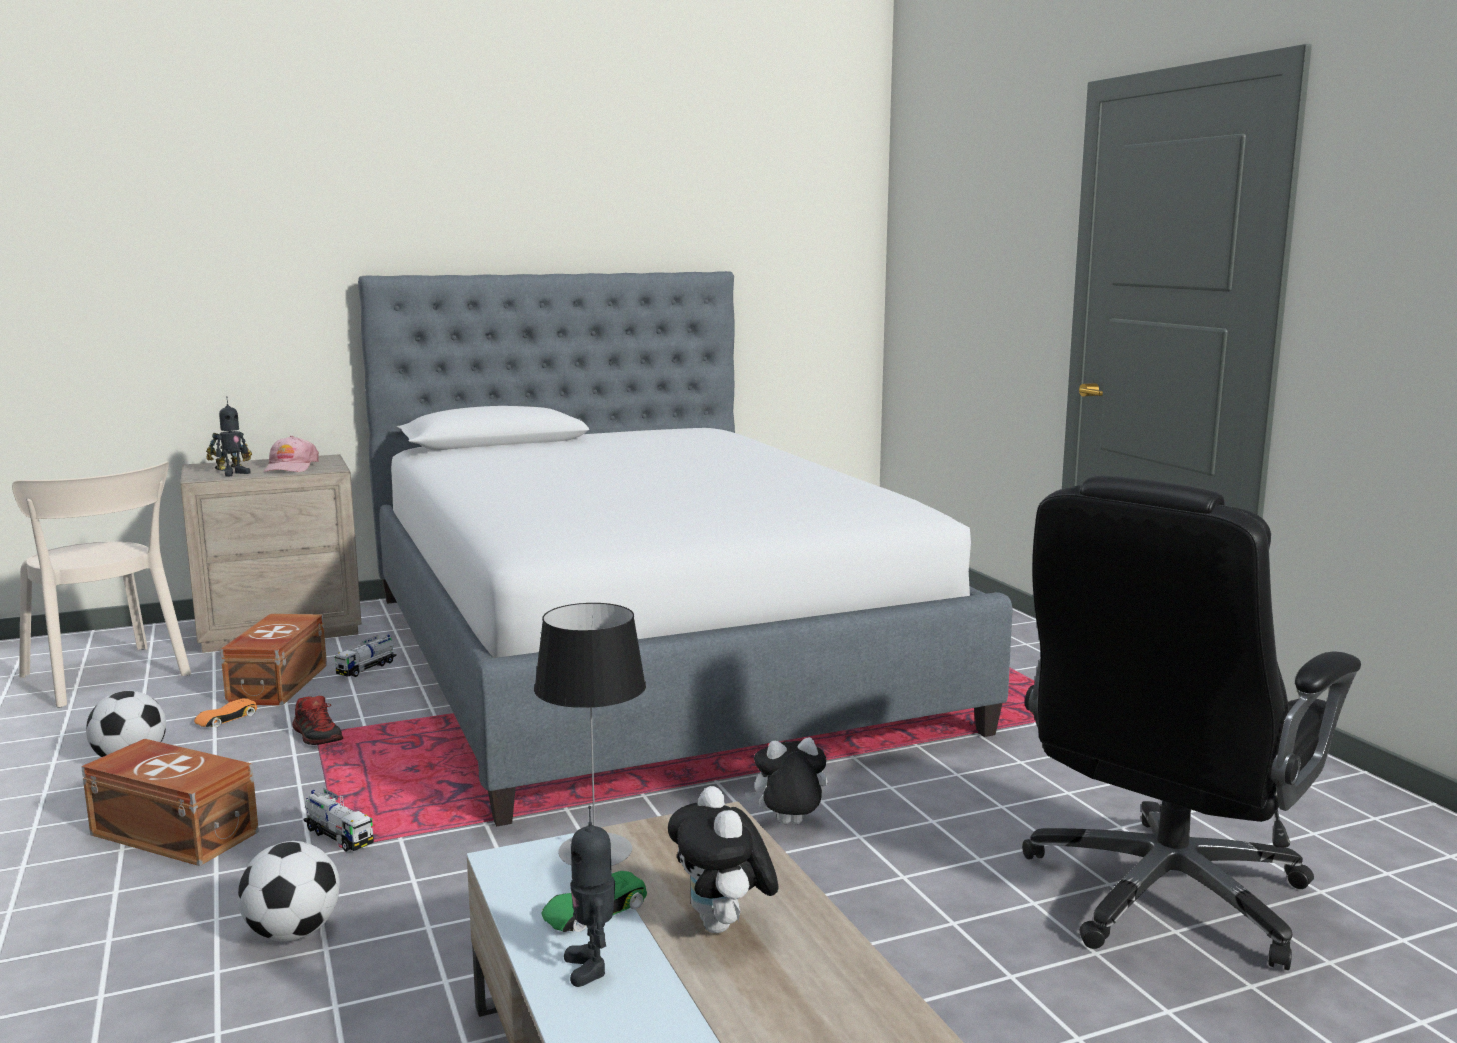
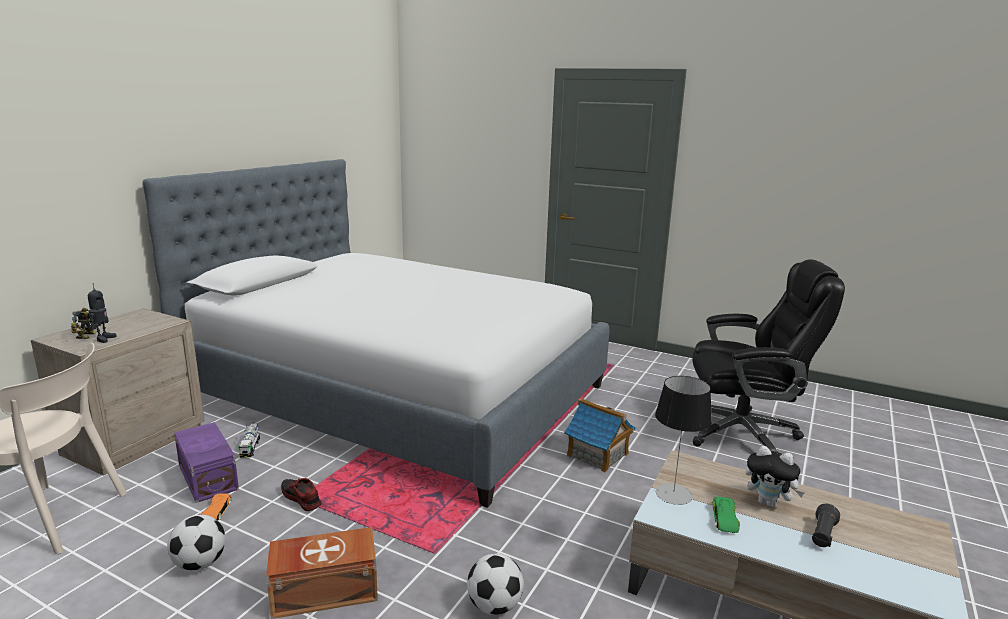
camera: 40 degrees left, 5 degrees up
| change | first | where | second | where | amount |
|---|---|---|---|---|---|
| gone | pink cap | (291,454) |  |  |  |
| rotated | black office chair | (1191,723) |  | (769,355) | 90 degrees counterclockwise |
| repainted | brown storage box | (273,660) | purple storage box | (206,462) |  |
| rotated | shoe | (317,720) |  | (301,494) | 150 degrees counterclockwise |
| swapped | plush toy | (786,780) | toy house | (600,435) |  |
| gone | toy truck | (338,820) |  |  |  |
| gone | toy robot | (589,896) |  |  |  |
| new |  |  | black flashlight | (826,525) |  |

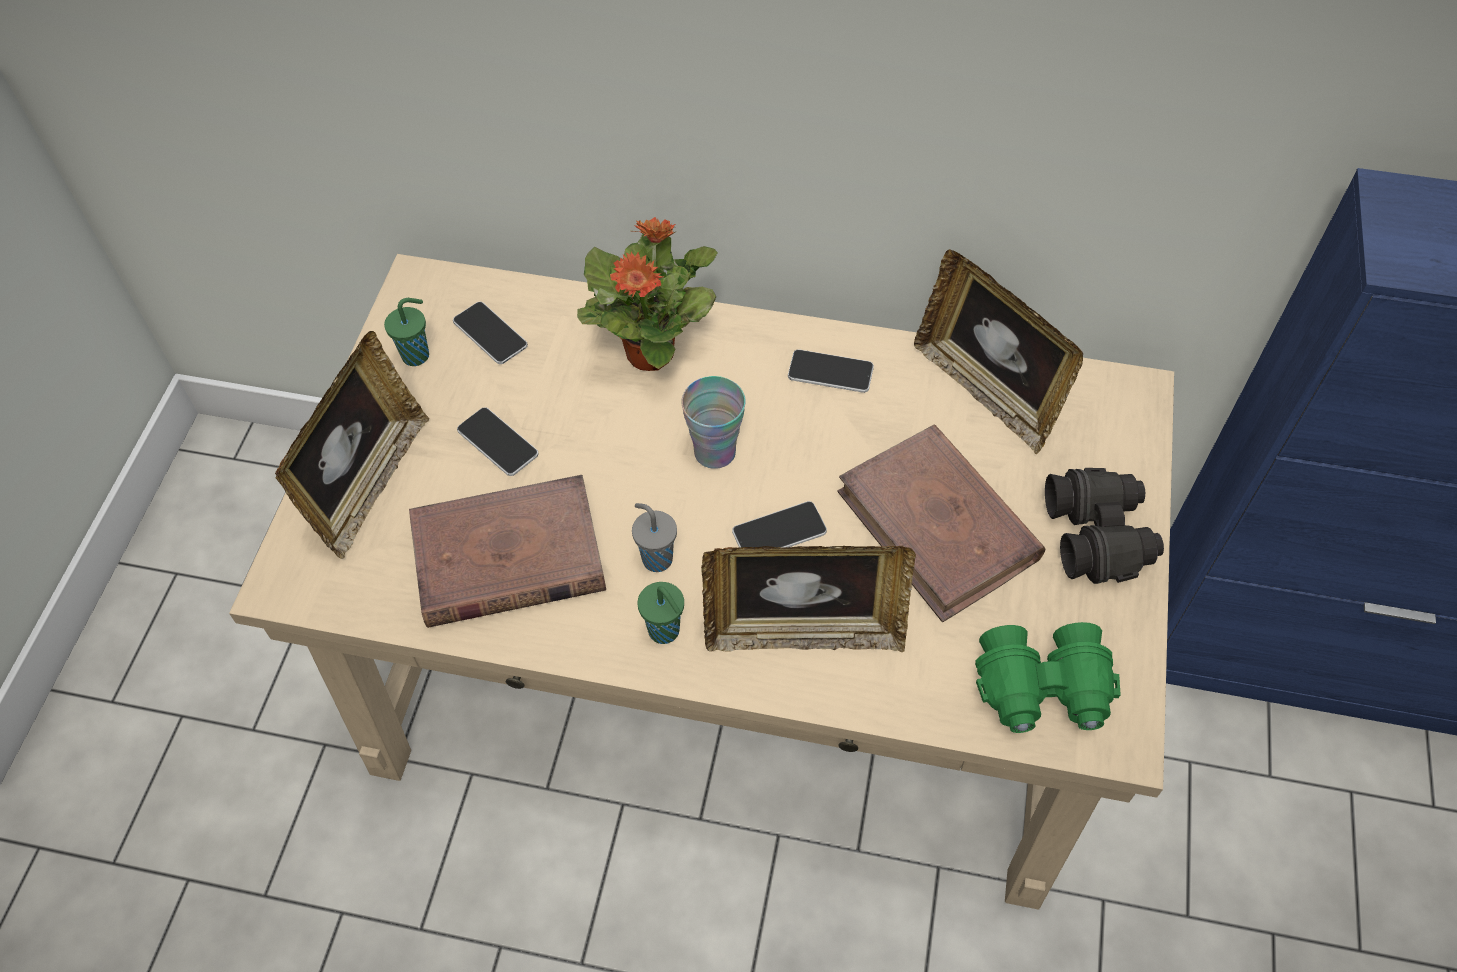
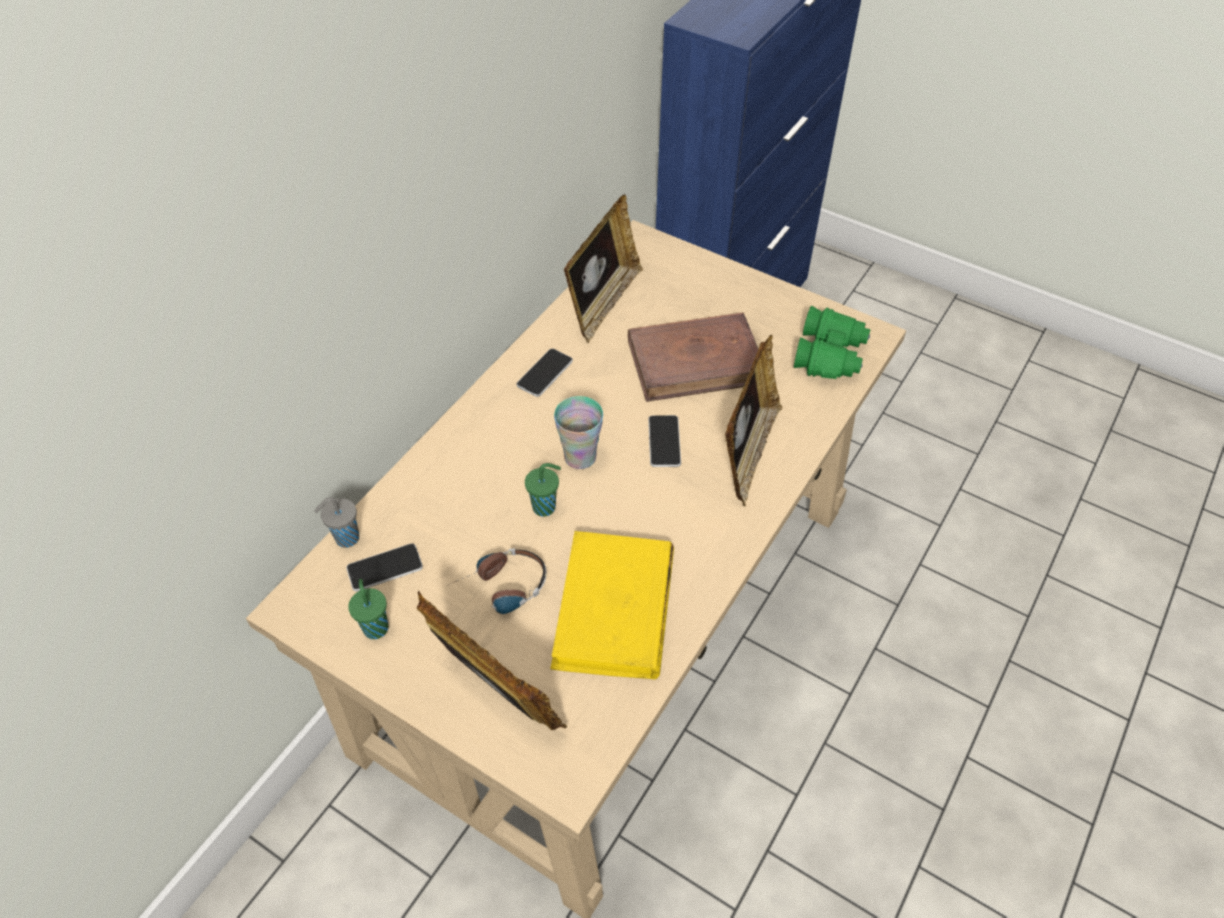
camera: 70 degrees left, 5 degrees down
| change | first | where | second | where | amount |
|---|---|---|---|---|---|
| gone | potted plant | (647,294) |  |  |  |
| rotated | picture frame | (998,351) |  | (603,268) | 45 degrees counterclockwise |
| swapped | phone | (497,441) | headphones | (497,581) |  |
| gone | black binoculars | (1104,526) |  |  |  |
| repainted | brown book | (507,551) | yellow book | (612,605) |  |
| shifted | grey cup | (654,537) |  | (336,522) |  |
| shifted | green cup | (661,613) |  | (543,490) |  |

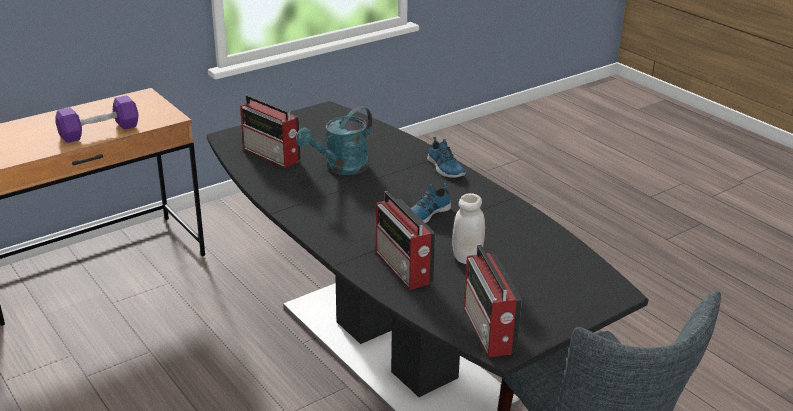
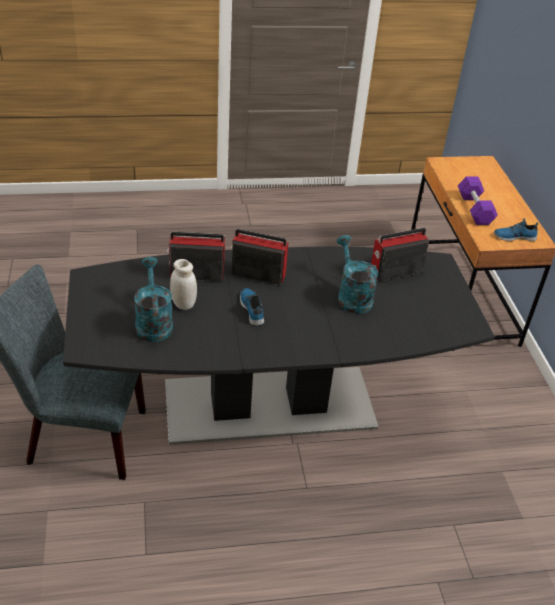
camera: 115 degrees right, 10 degrees up
| change | first | where | second | where | amount |
|---|---|---|---|---|---|
| shifted | shoe | (446,157) |  | (516,229) |  |
| shifted | radio | (493,301) |  | (259,257) |  |
| new |  |  | turquoise watering can | (153,299) |  |

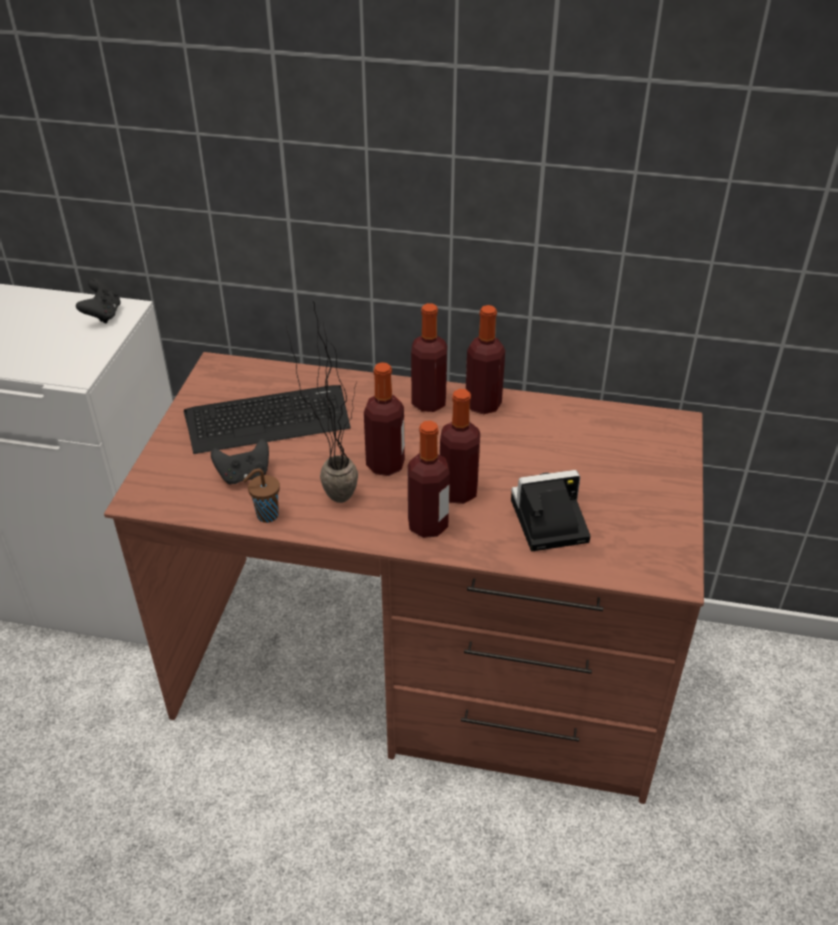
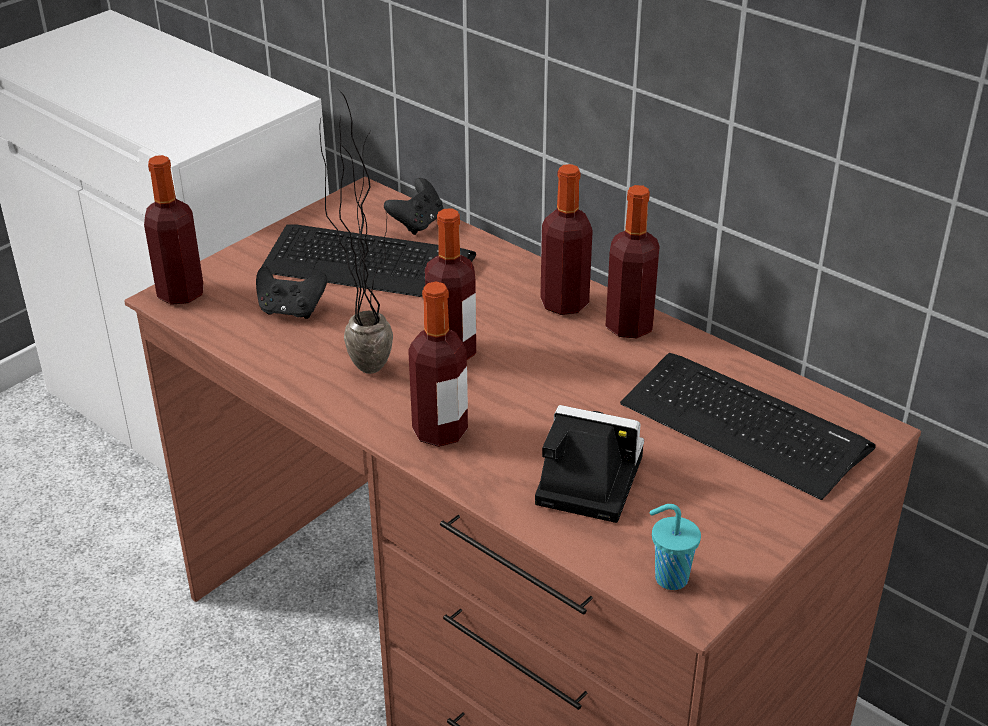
camera: 30 degrees right, 5 degrees down
| change | first | where | second | where | amount |
|---|---|---|---|---|---|
| shifted | black game controller | (98,300) |  | (413,206) |  |
| shifted | bottle | (460,446) |  | (173,230) |  |
| gone | brown cup | (261,495) |  |  |  |
| new |  |  | keyboard | (748,426) |  |
| new |  |  | turquoise cup | (675,547) |  |

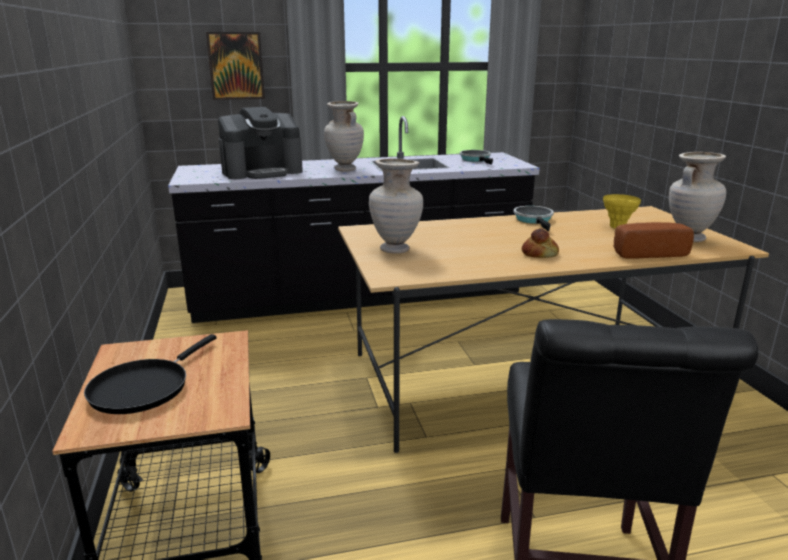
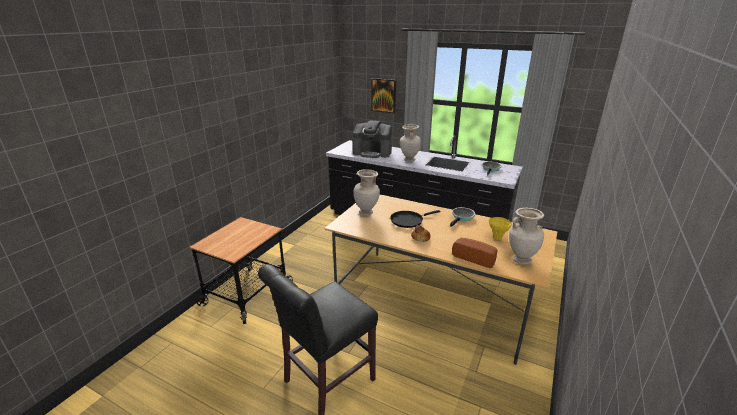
camera: 40 degrees right, 5 degrees up
| change | first | where | second | where | amount |
|---|---|---|---|---|---|
| shifted | black frying pan | (150,374) |  | (415,219) |  |

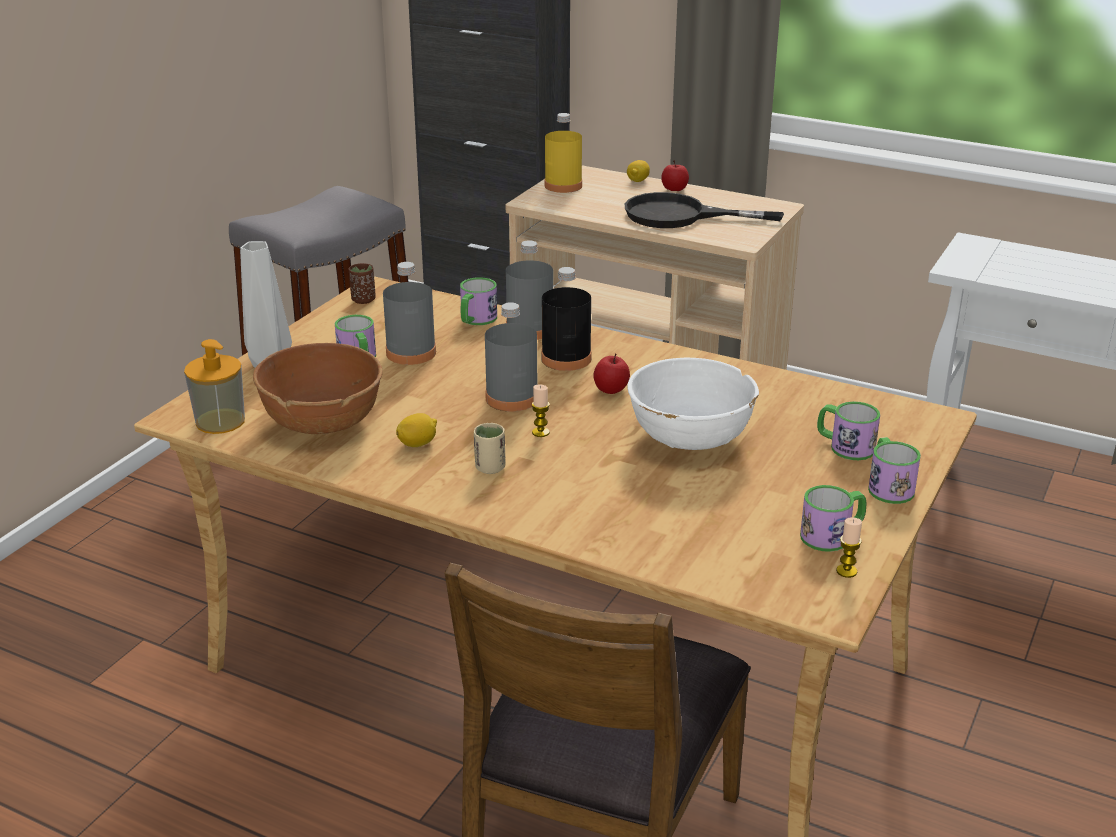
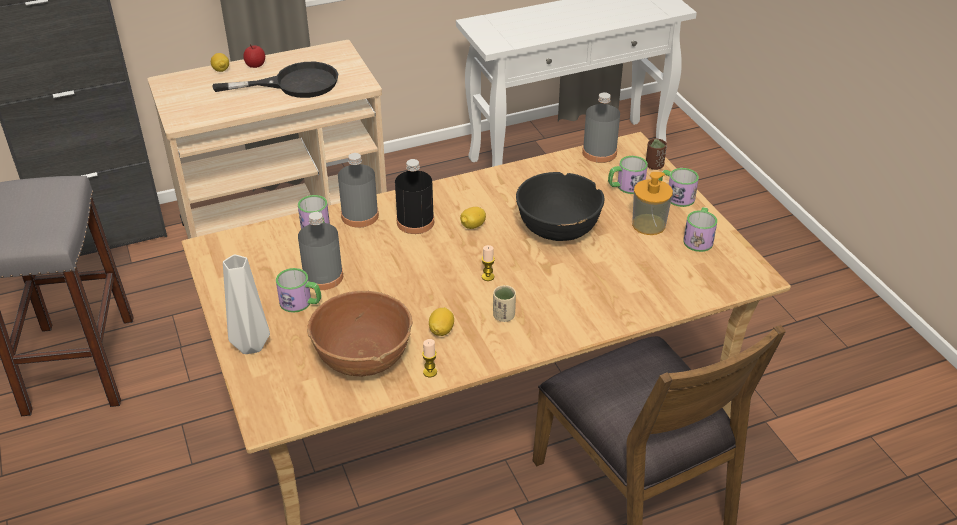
camera: 50 degrees left, 10 degrees up
| change | first | where | second | where | amount |
|---|---|---|---|---|---|
| gone | yellow bottle | (563,153) |  |  |  |
| rotated | black frying pan | (704,210) |  | (275,80) | 150 degrees counterclockwise |
| shifted | brown cup | (362,283) |  | (656,154) |  |
| shifted | grey bottle | (511,357) |  | (601,127) |  |
| shifted | soap dispenser | (214,386) |  | (652,203) |  |
| swapped | apple | (611,373) | lemon | (473,218) |  |
| repainted | white bowl | (693,404) | black bowl | (560,206) |  |
| shifted | candle | (849,547) |  | (429,358) |  |

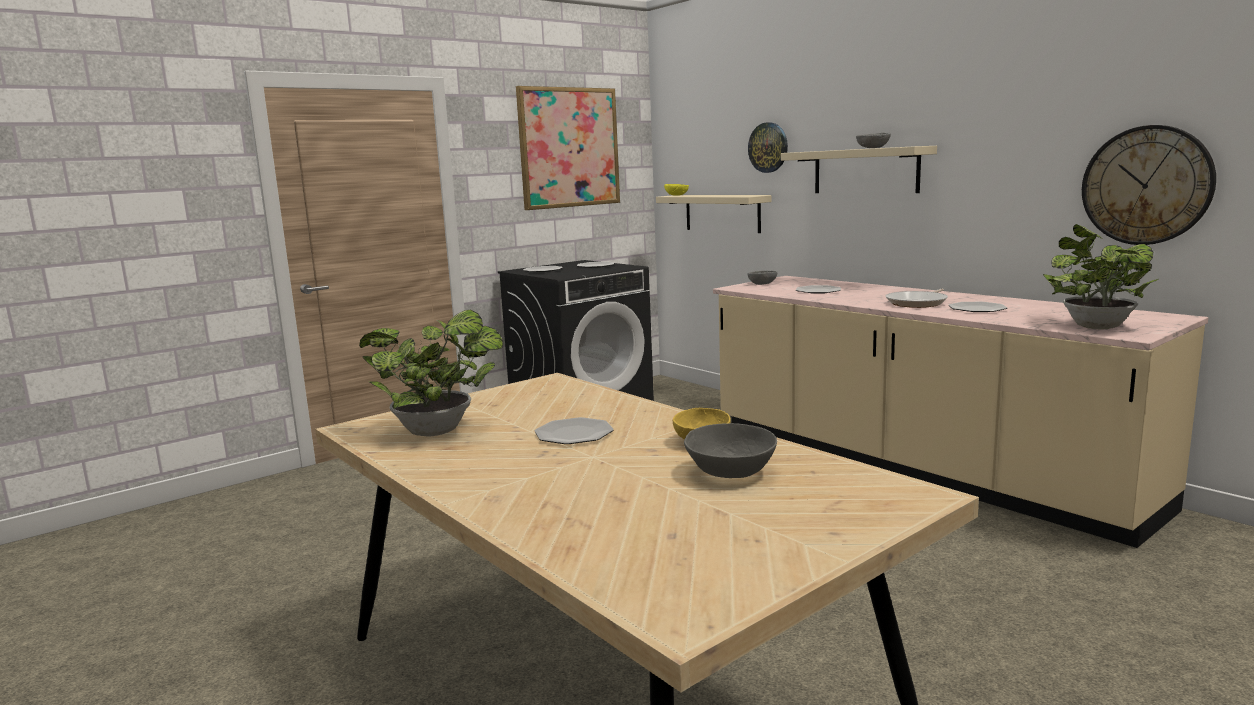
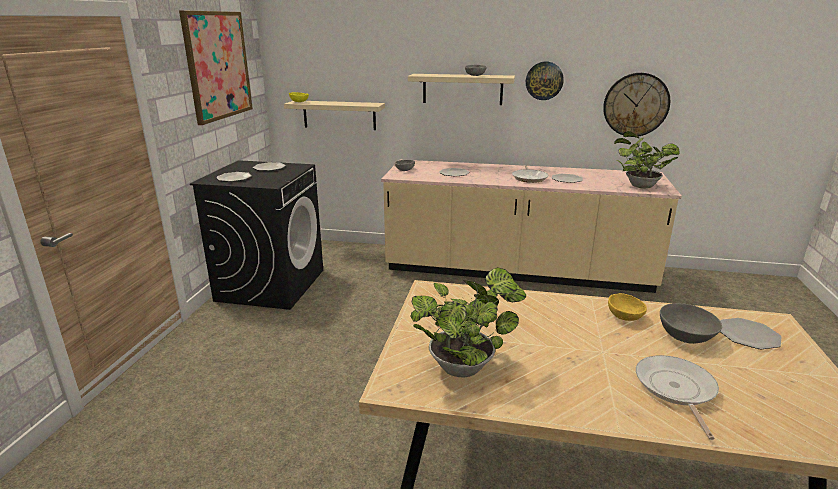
camera: 40 degrees left, 10 degrees up
| change | first | where | second | where | amount |
|---|---|---|---|---|---|
| shifted | wall clock | (768,147) |  | (545,81) |  |
| shifted | plate | (574,430) |  | (751,333) |  |
| new |  |  | frying pan | (677,397) |  |

